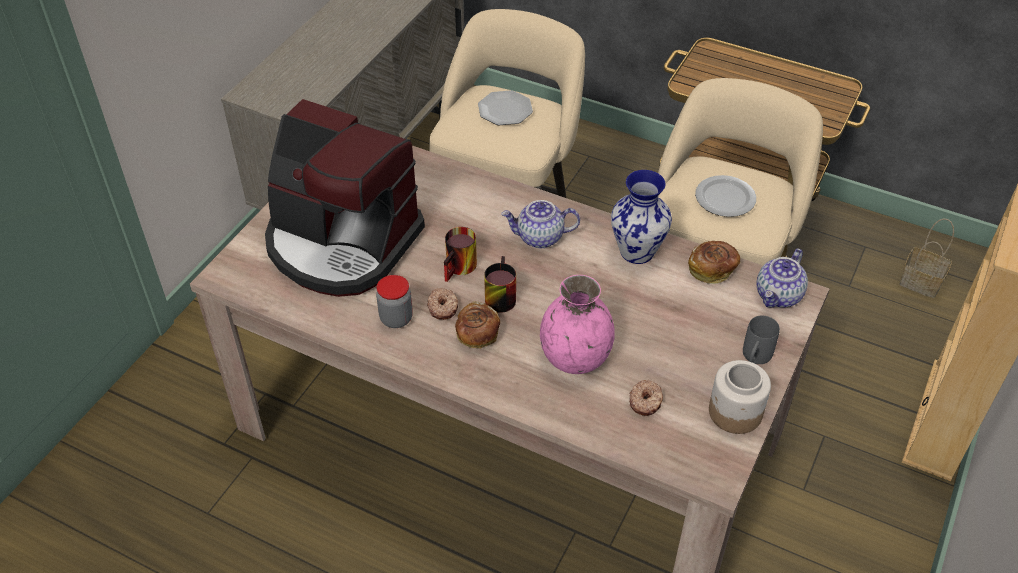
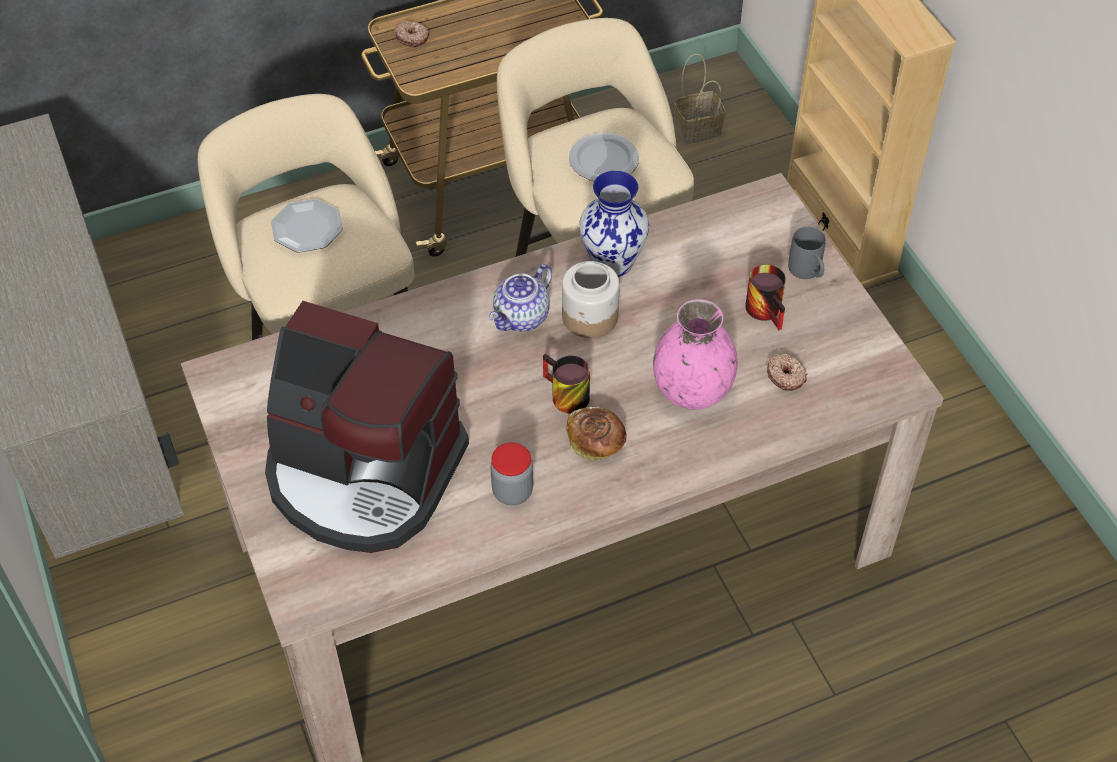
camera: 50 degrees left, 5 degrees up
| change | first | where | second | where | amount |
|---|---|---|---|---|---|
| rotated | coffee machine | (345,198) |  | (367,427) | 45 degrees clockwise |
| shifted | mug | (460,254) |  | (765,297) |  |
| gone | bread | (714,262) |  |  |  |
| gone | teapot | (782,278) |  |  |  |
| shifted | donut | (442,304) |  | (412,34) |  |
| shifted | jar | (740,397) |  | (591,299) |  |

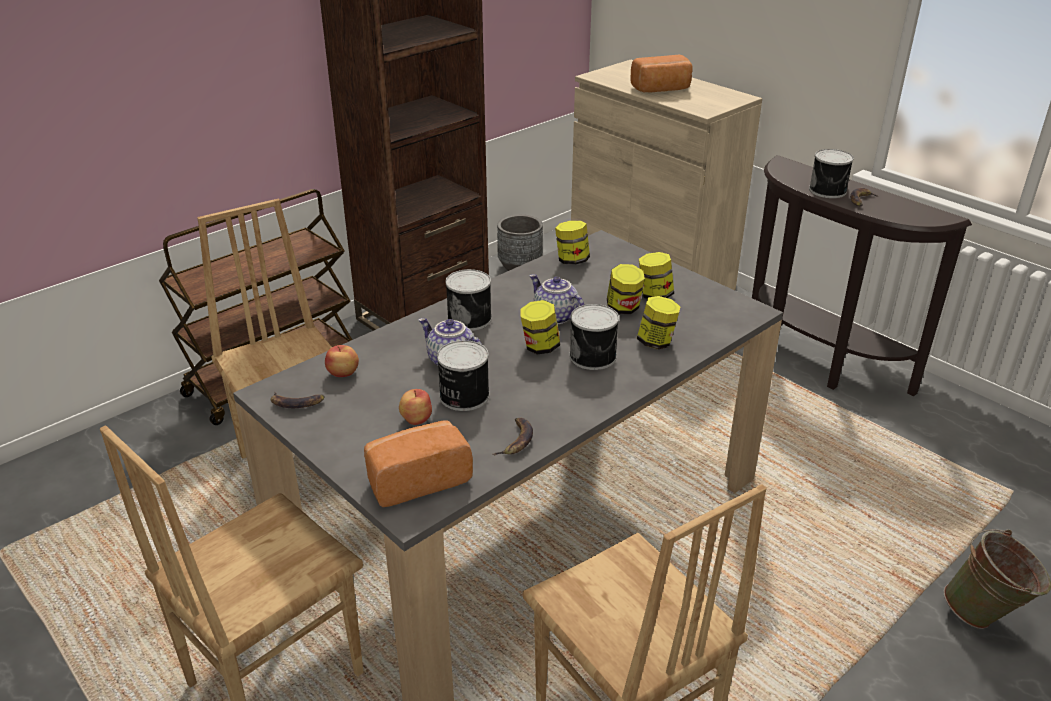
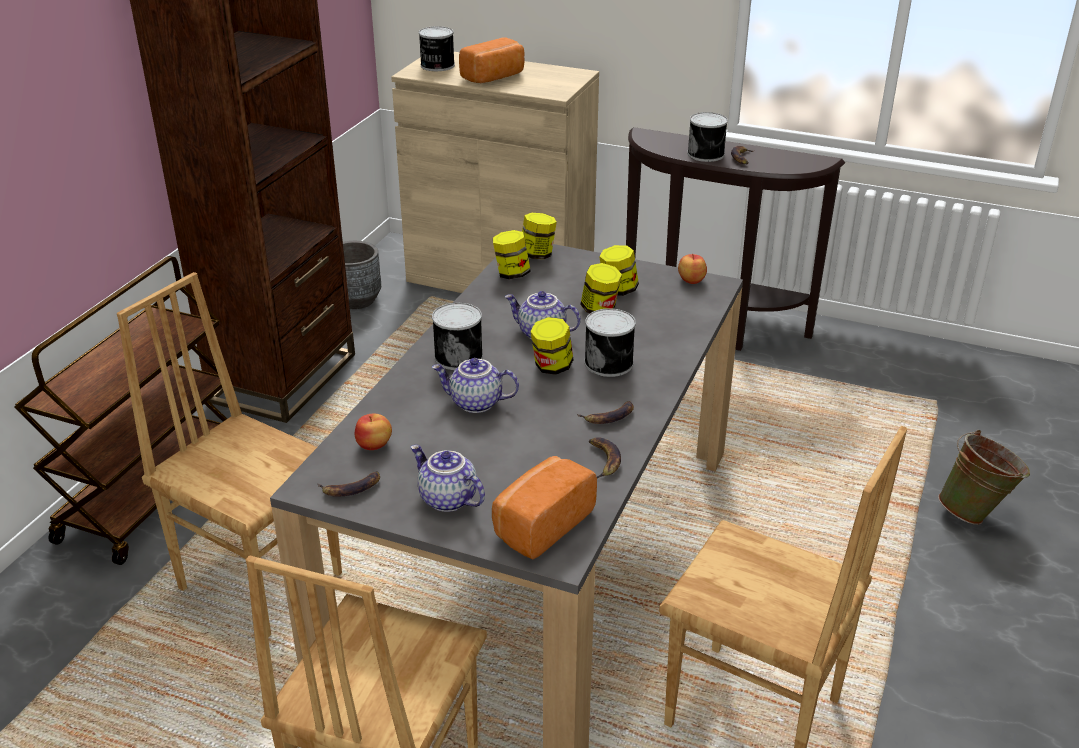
camera: 25 degrees left, 0 degrees up
| change | first | where | second | where | amount |
|---|---|---|---|---|---|
| shifted | jar | (659,322) |  | (539,236) |  |
| shifted | can | (463,375) |  | (437,48) |  |
| shifted | apple | (415,407) |  | (692,269) |  |
| new |  |  | banana | (605,412) |  |
| new |  |  | teapot | (447,478) |  |

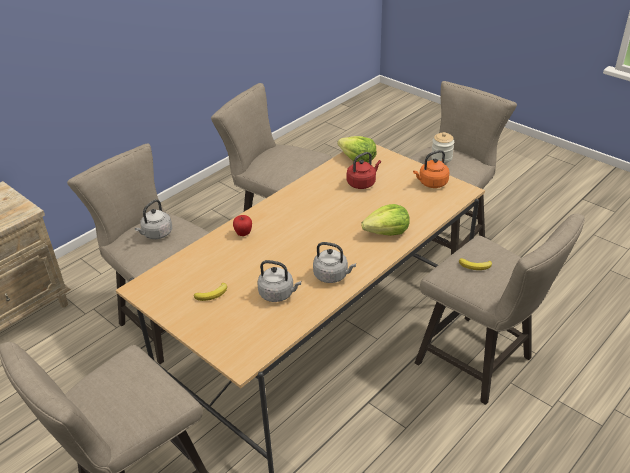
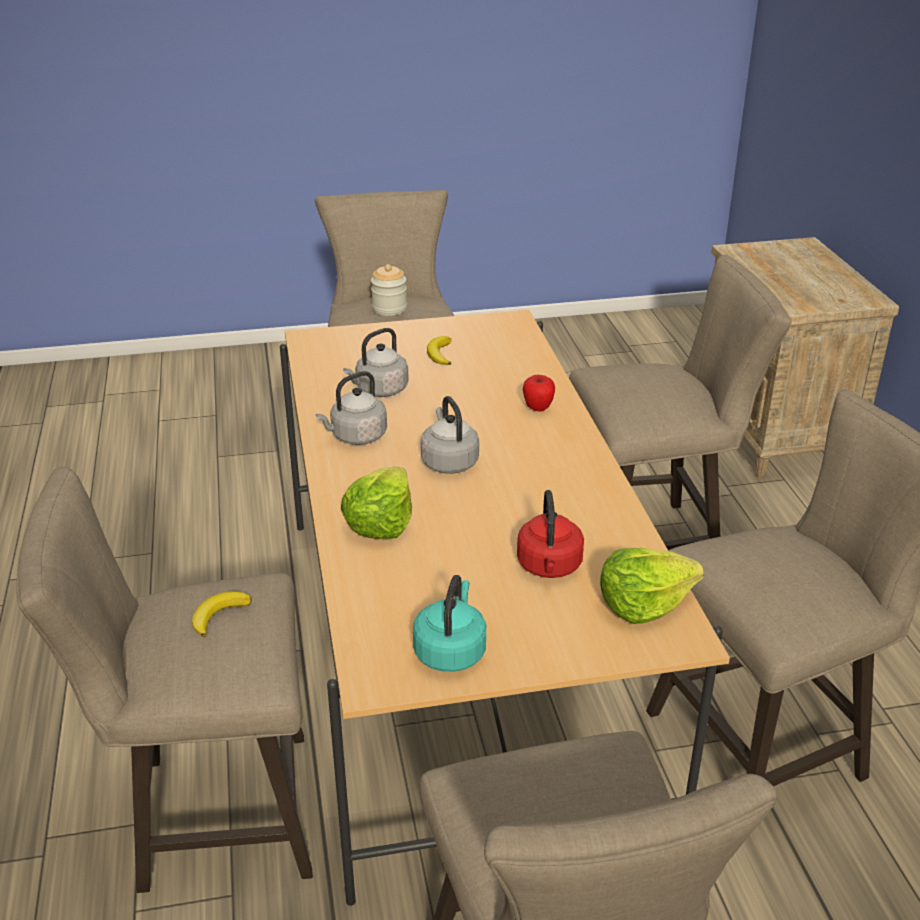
camera: 125 degrees right, 5 degrees down
| change | first | where | second | where | amount |
|---|---|---|---|---|---|
| shifted | jar | (442,147) |  | (389,290) |  |
| repainted | orange kettle | (431,169) | turquoise kettle | (449,623) |  |
| shifted | grey kettle | (153,219) |  | (450,435) |  |

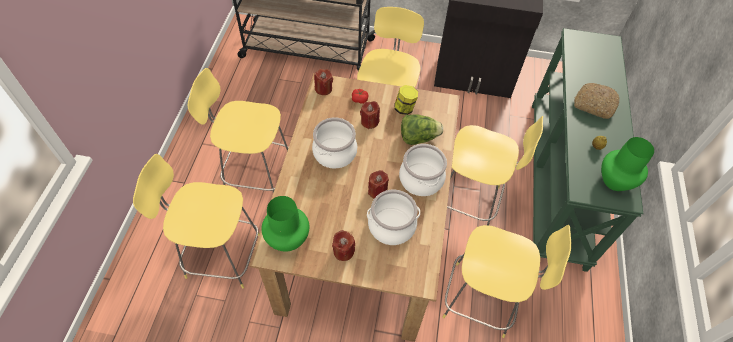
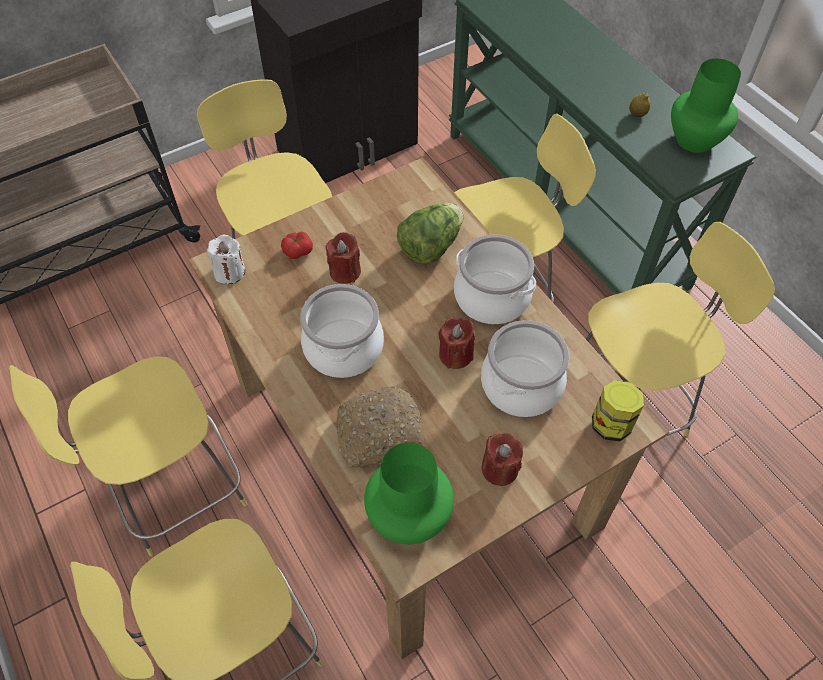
camera: 40 degrees left, 0 degrees up
| change | first | where | second | where | amount |
|---|---|---|---|---|---|
| repainted | red candle | (323,82) | white candle | (226,259) |  |
| shifted | bread | (596,101) |  | (381,427) |  |
| shifted | jar | (406,100) |  | (618,411) |  |

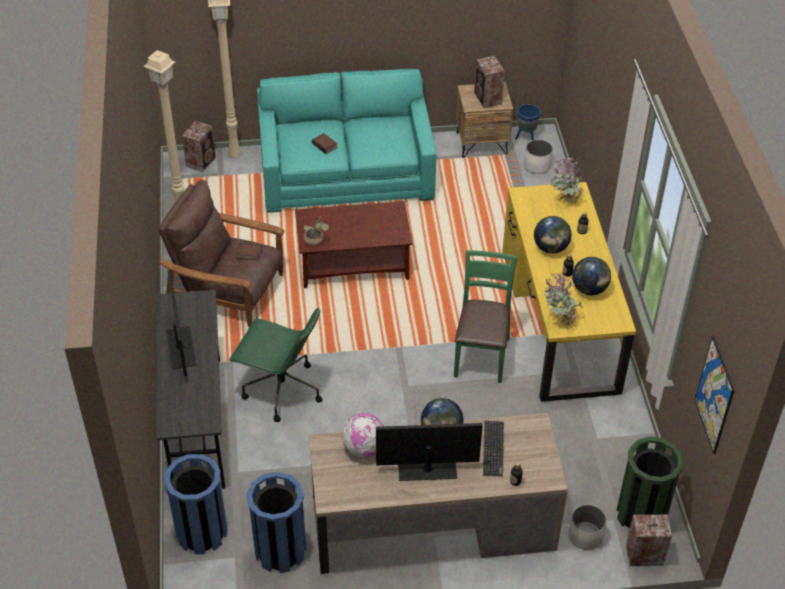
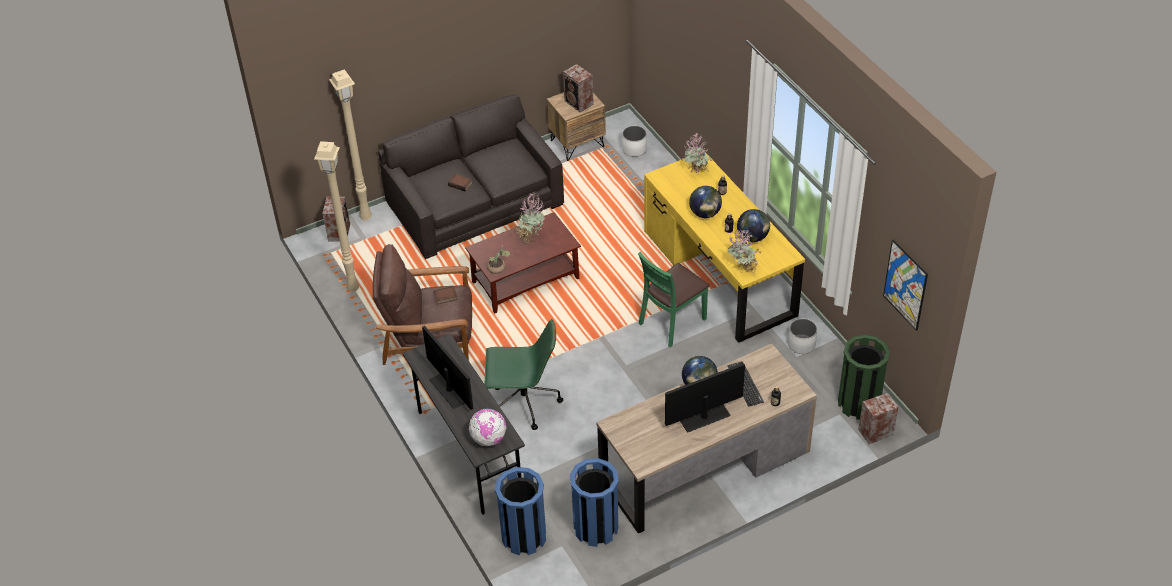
camera: 20 degrees left, 0 degrees up
| change | first | where | second | where | amount |
|---|---|---|---|---|---|
| repainted | turquoise sofa | (346,141) | grey sofa | (471,176) |  |
| gone | blue planter | (528,122) |  |  |  |
| rotated | green chair | (485,316) |  | (673,300) | 120 degrees counterclockwise |
| shifted | globe | (363,435) |  | (488,427) |  |
| shifted | white planter | (587,527) |  | (802,336) |  |
| new |  |  | potted plant | (529,218) |  |

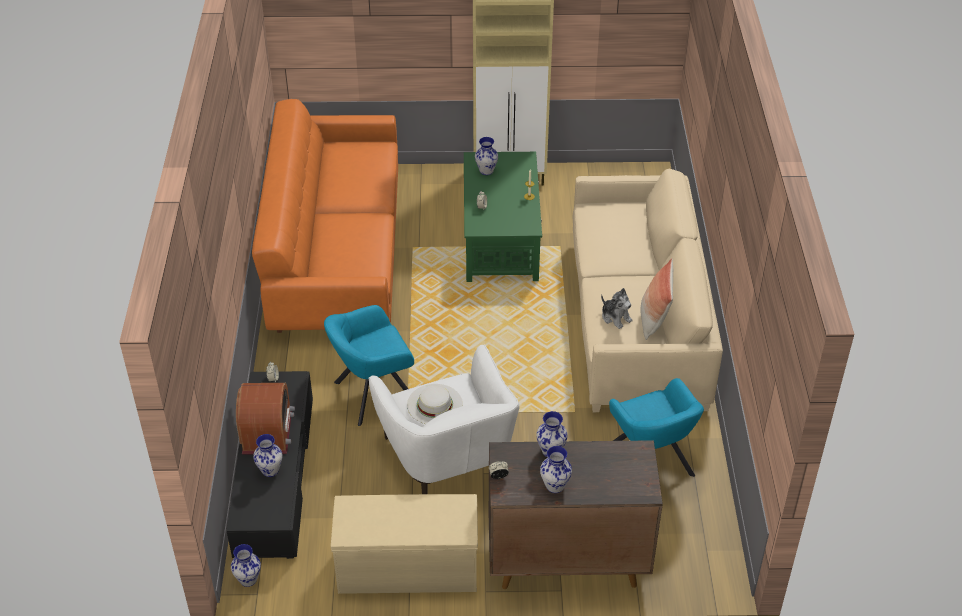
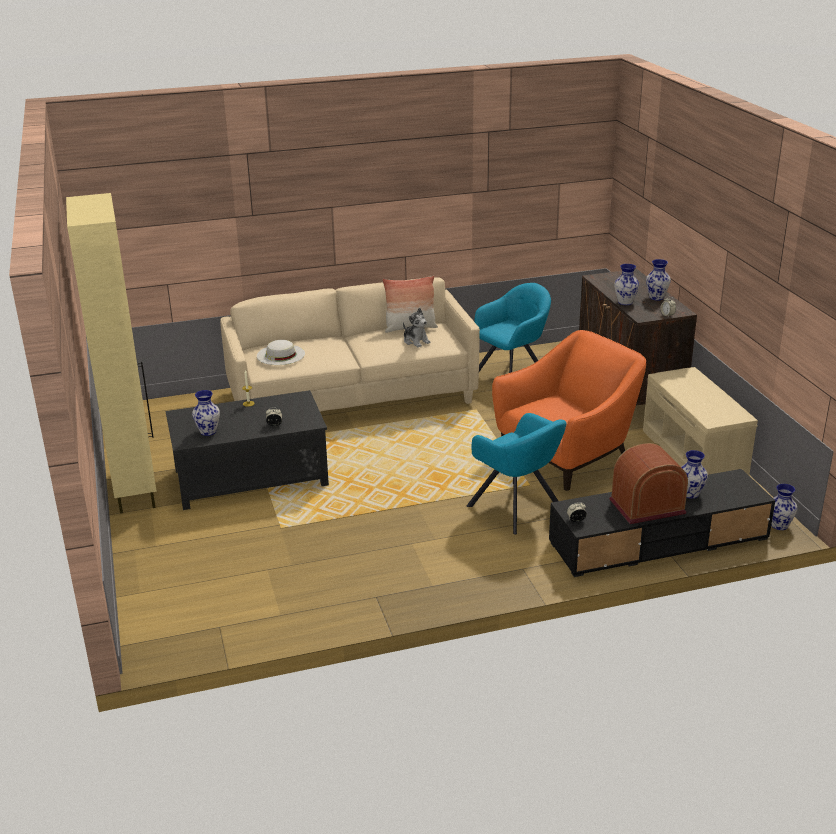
camera: 105 degrees left, 15 degrees down
| change | first | where | second | where | amount |
|---|---|---|---|---|---|
| gone | orange sofa | (325,216) |  |  |  |
| repainted | green coffee table | (503,217) | black coffee table | (247,450) |  |
| rotated | plush toy | (617,308) |  | (417,328) | 105 degrees clockwise |
| repainted | white armchair | (444,419) | orange armchair | (569,410) |  |
| shifted | white hat | (435,404) |  | (281,352) |  |

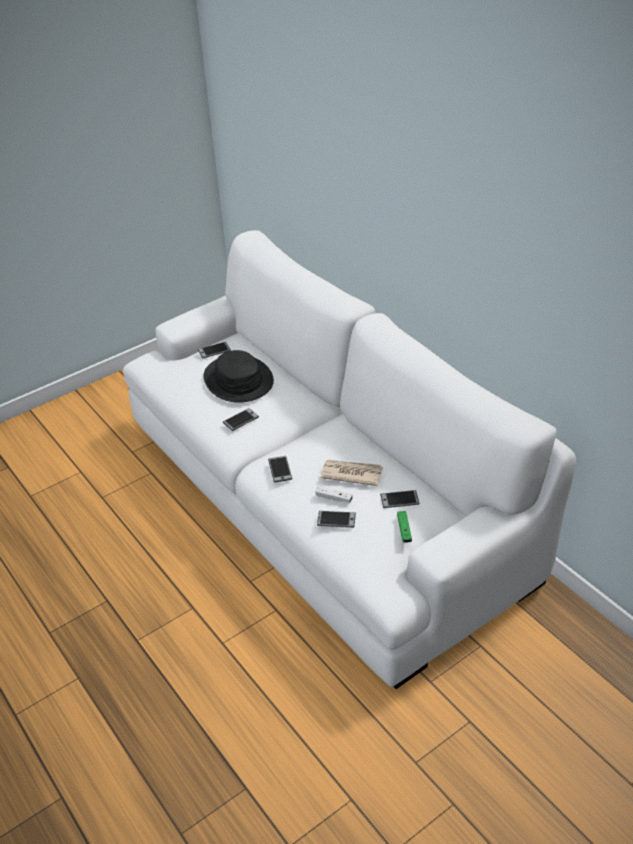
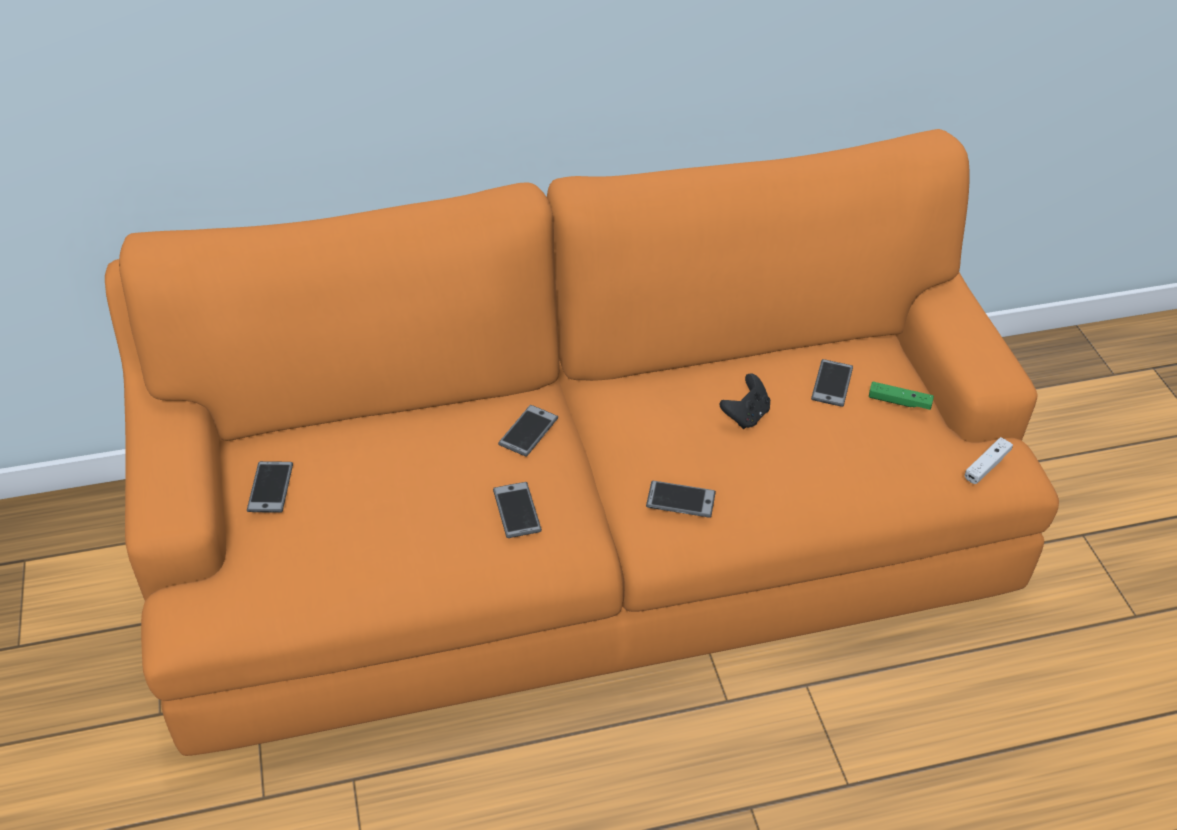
camera: 70 degrees left, 5 degrees up
| change | first | where | second | where | amount |
|---|---|---|---|---|---|
| repainted | white sofa | (349,459) | orange sofa | (582,442) |  |
| gone | black hat | (238,376) |  |  |  |
| swapped | newspaper | (352,473) | black game controller | (744,401) |  |
| shifted | white game controller | (334,494) |  | (989,460) |  |
| shifted | phone | (336,519) |  | (528,431) |  |

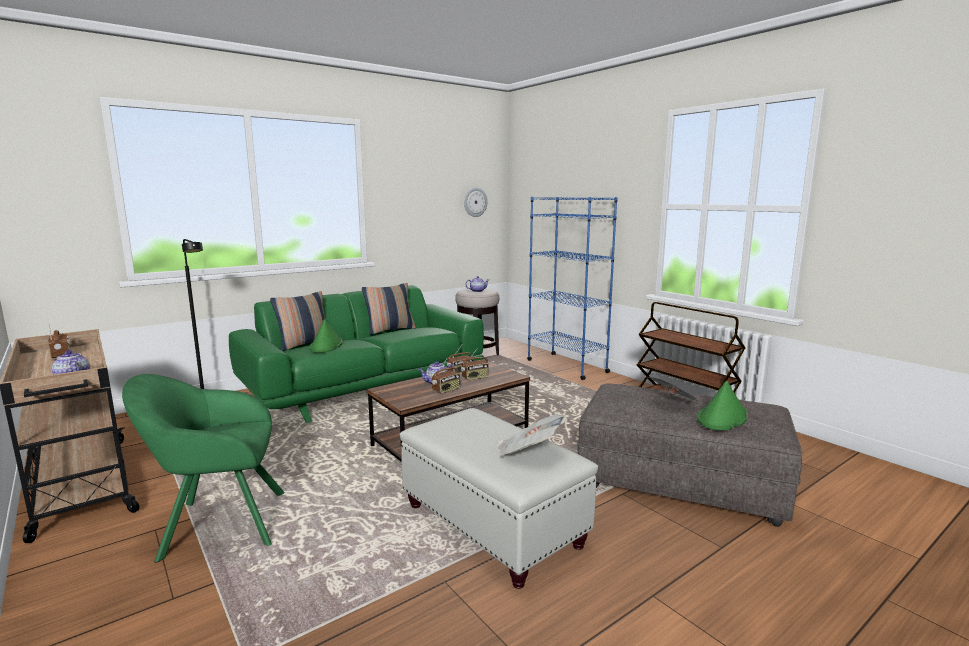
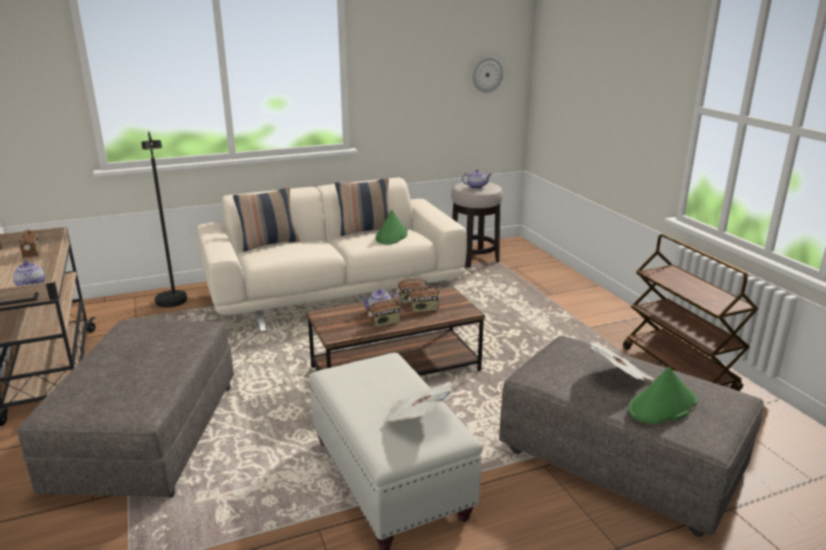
camera: 15 degrees right, 10 degrees up
| change | first | where | second | where | amount |
|---|---|---|---|---|---|
| gone | blue bookcase | (572,288) |  |  |  |
| repainted | green sofa | (356,354) | beige sofa | (332,254) |  |
| shifted | green hat | (326,336) |  | (392,227) |  |
| swapped | green armchair | (203,468) | grey ottoman | (125,409) |  |

